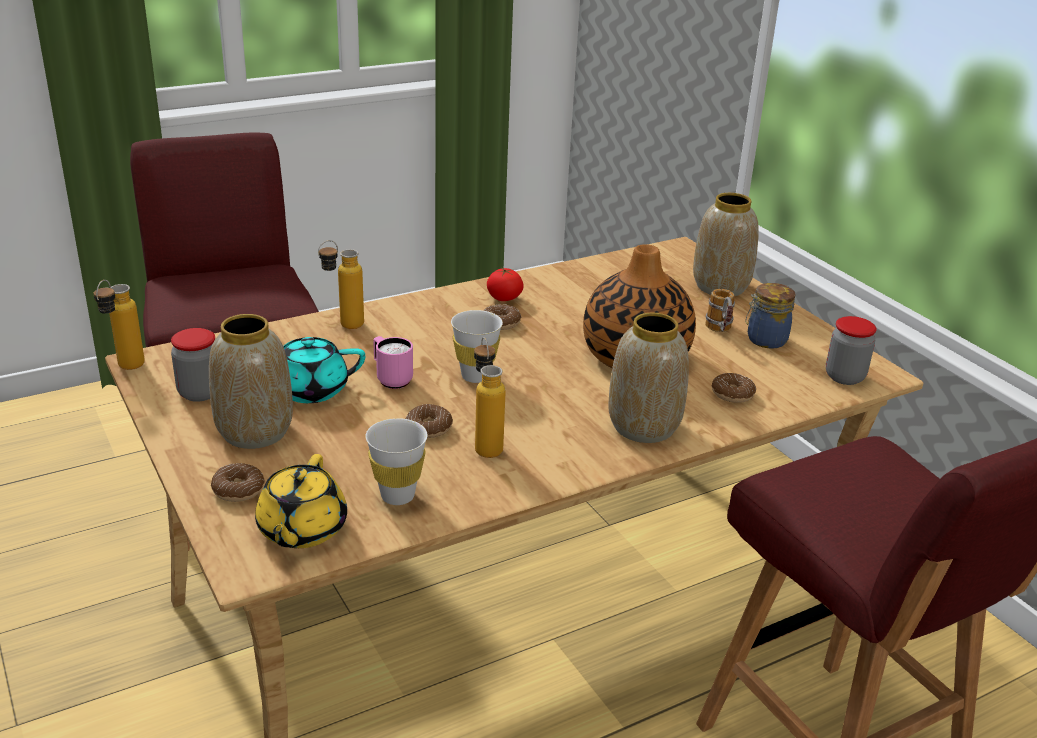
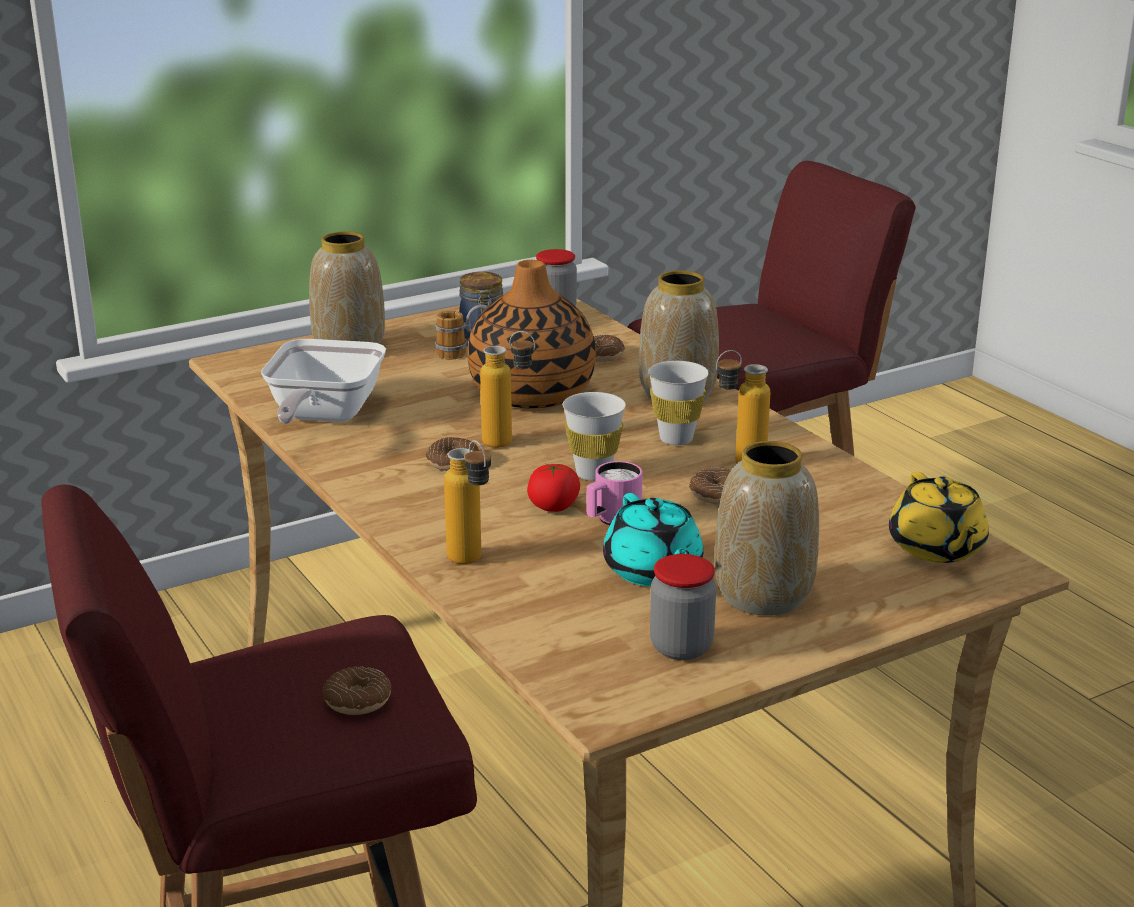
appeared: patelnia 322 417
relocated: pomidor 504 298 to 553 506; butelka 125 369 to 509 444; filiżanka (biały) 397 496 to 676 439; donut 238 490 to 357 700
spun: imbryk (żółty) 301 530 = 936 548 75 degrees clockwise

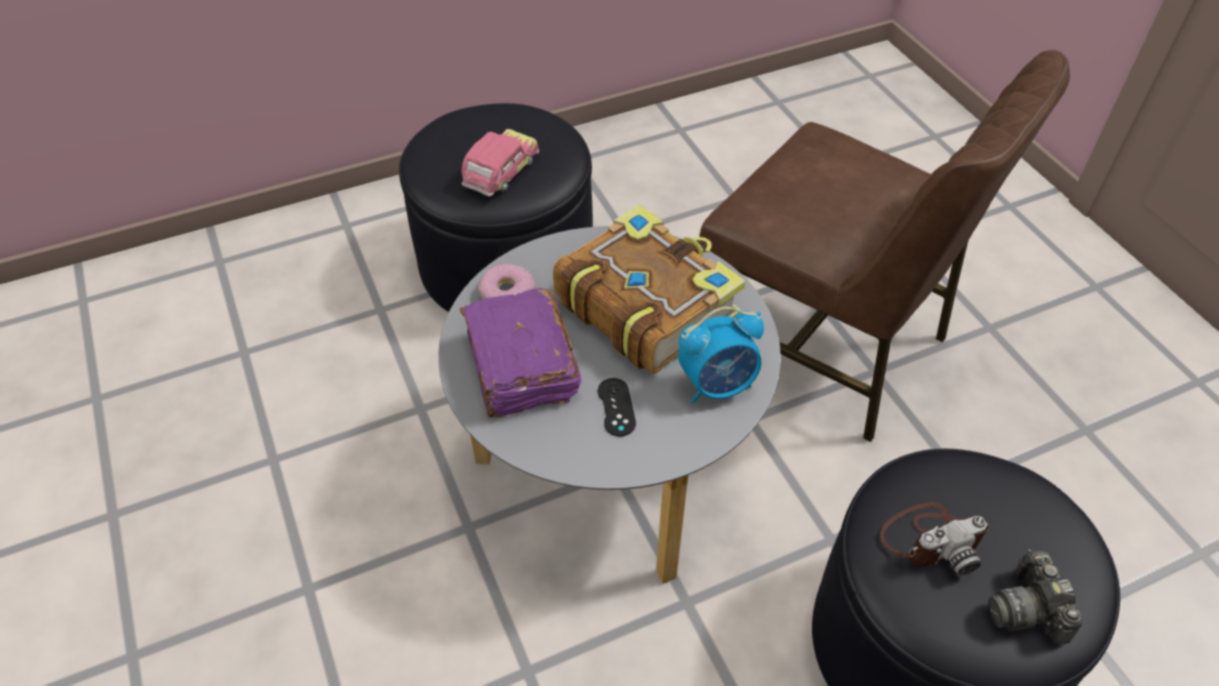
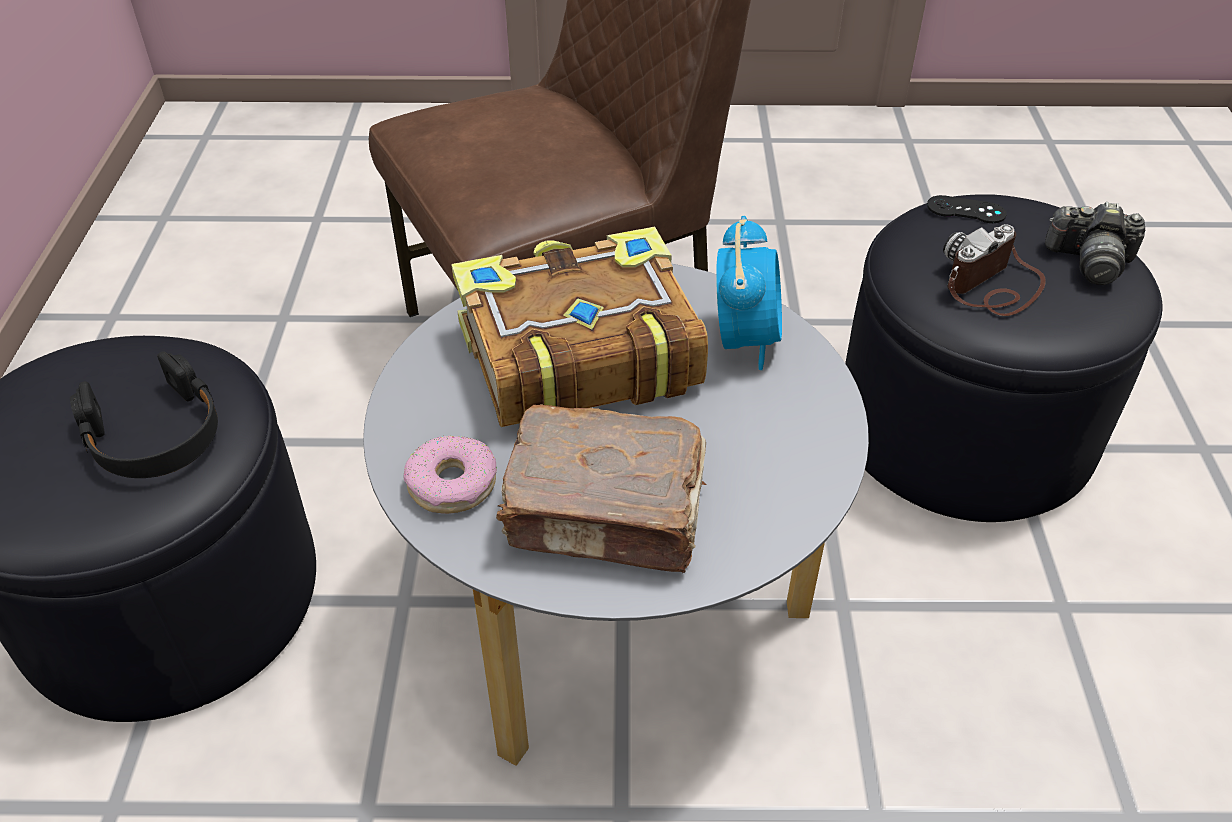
relocated: pad do gier (czarny) 616 407 to 966 210
exchanged: samochodzik 501 173 to słuchawki (czarny) 155 434
colour: książka (fioletowy) 521 368 to książka (brązowy) 608 513
spun: aparat fotograficzny 931 539 = 992 286 135 degrees counterclockwise

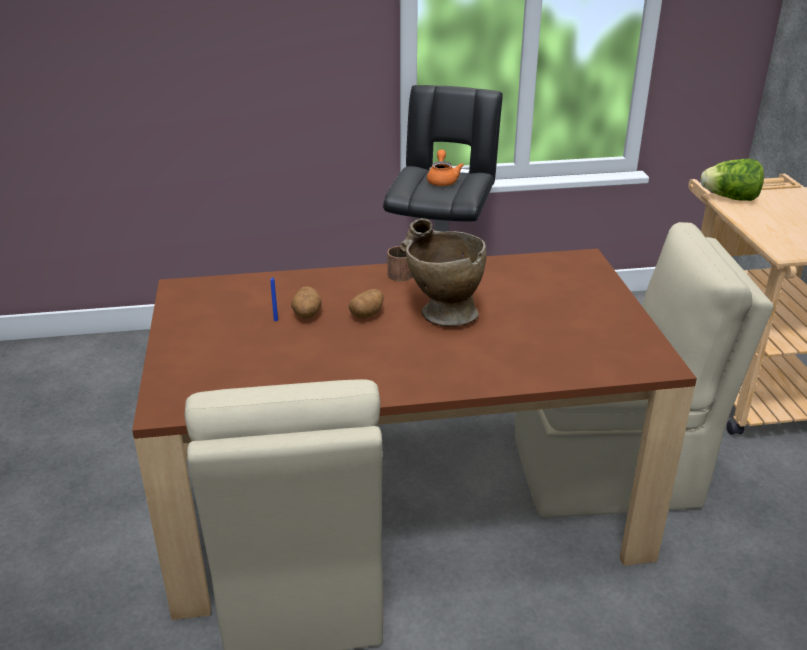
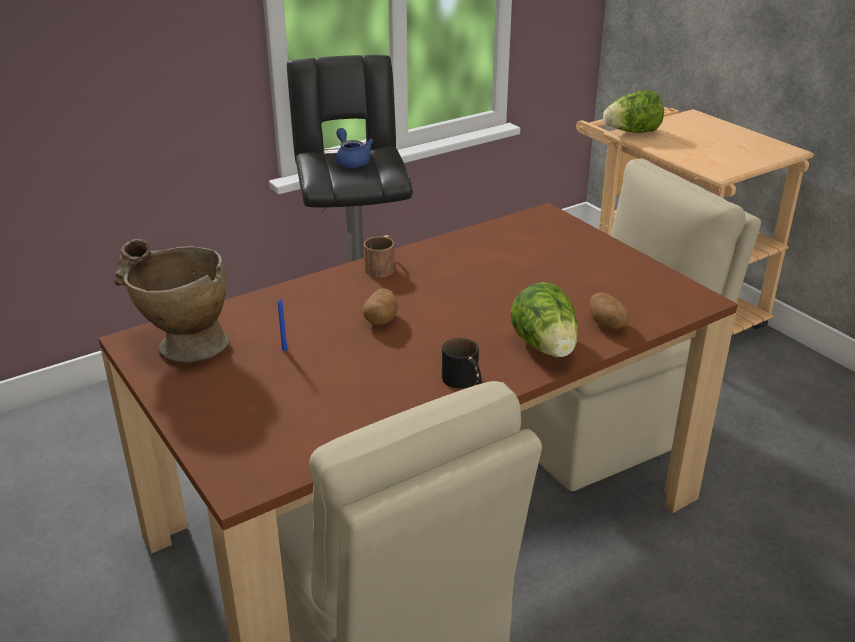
appeared: sałata 546 347; kubek (czarny) 464 382
relocated: wazon (beżowy) 440 312 to 181 347; ziemniak 306 315 to 607 325
colour: imbryk (pomarańczowy) 442 180 to imbryk (niebieski) 351 161

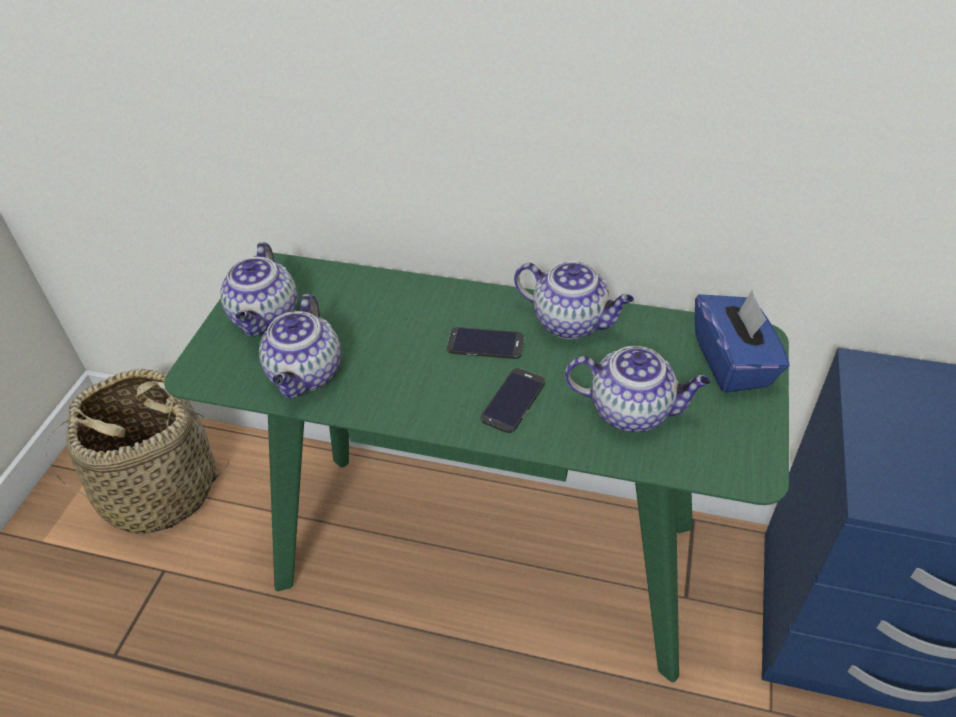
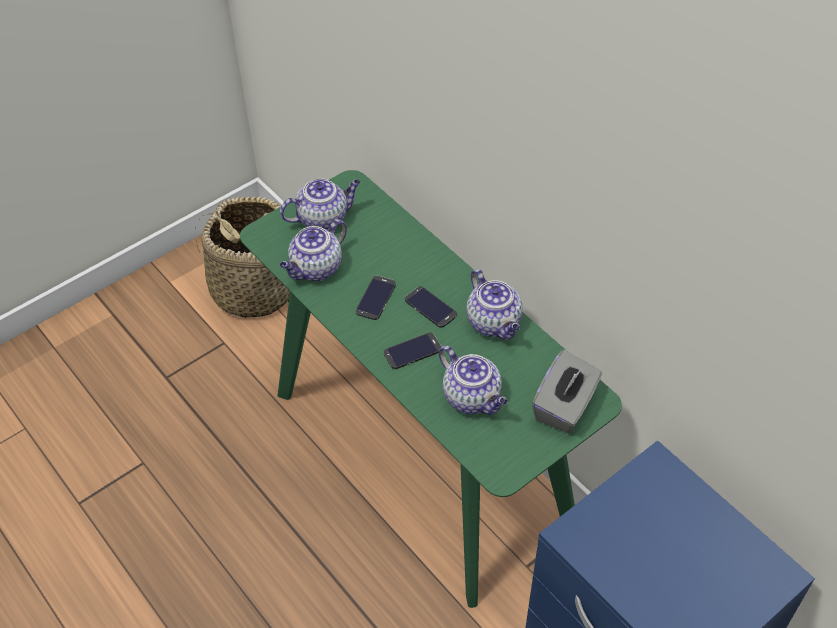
appeared: telefon 376 298
colour: pudełko chusteczek (niebieski) 733 362 to pudełko chusteczek (szary) 565 406
spun: imbryk 266 318 = 323 218 150 degrees counterclockwise

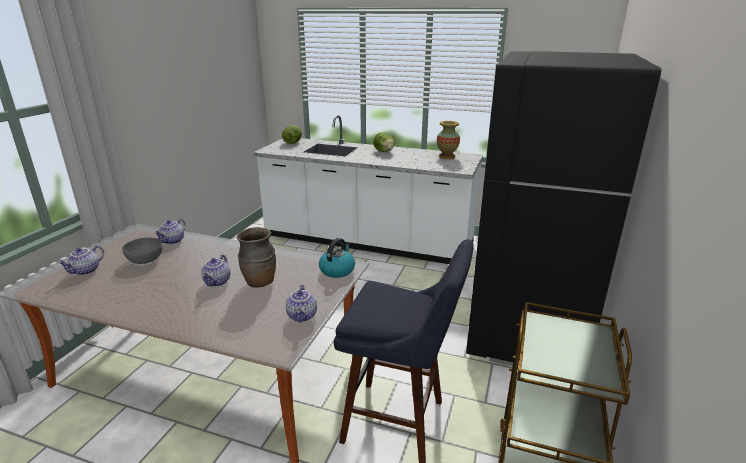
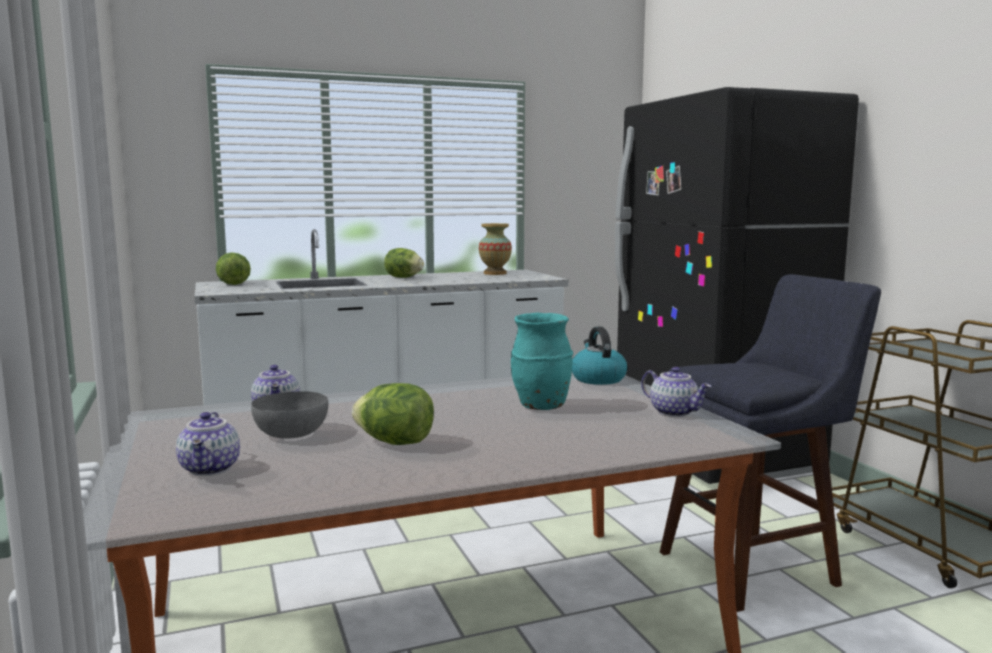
missing: imbryk 218 282
appeared: sałata 395 442
colour: wazon (brązowy) 259 282 to wazon (turkusowy) 541 407

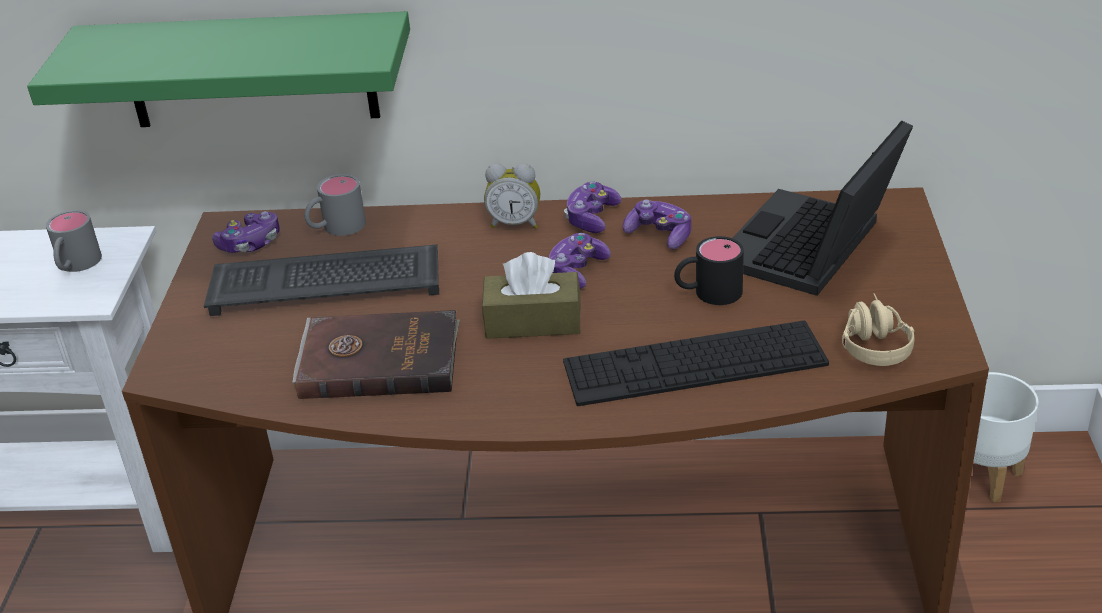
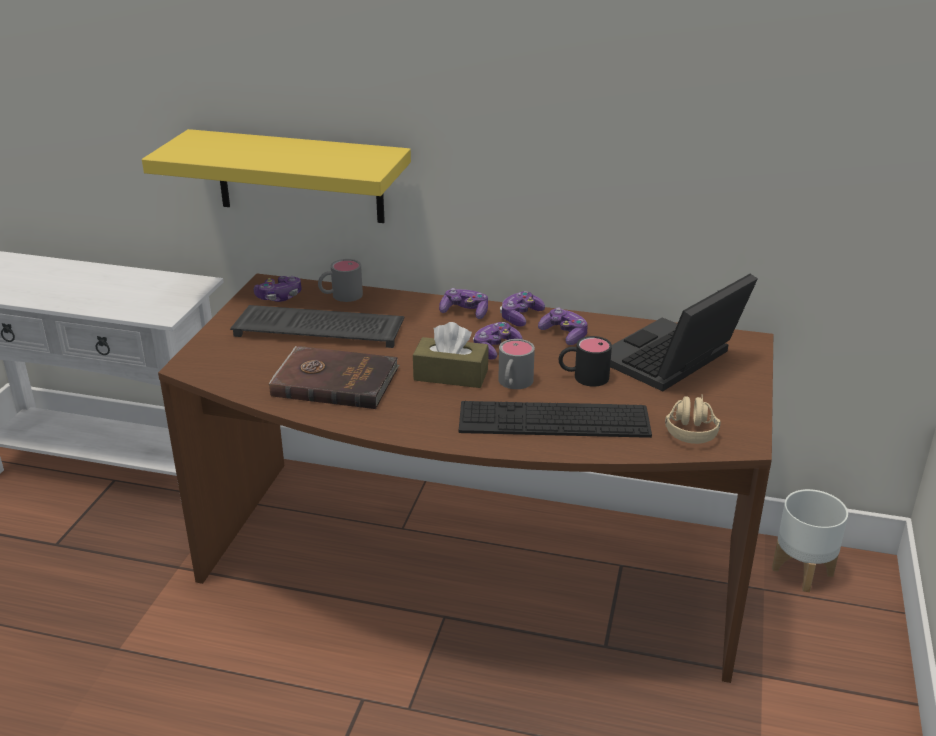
relocated: kubek (szary) 76 265 to 513 384
exchanged: budzik 515 223 to pad do gier 465 312
colour: półka (zielony) 249 70 to półka (żółty) 299 176

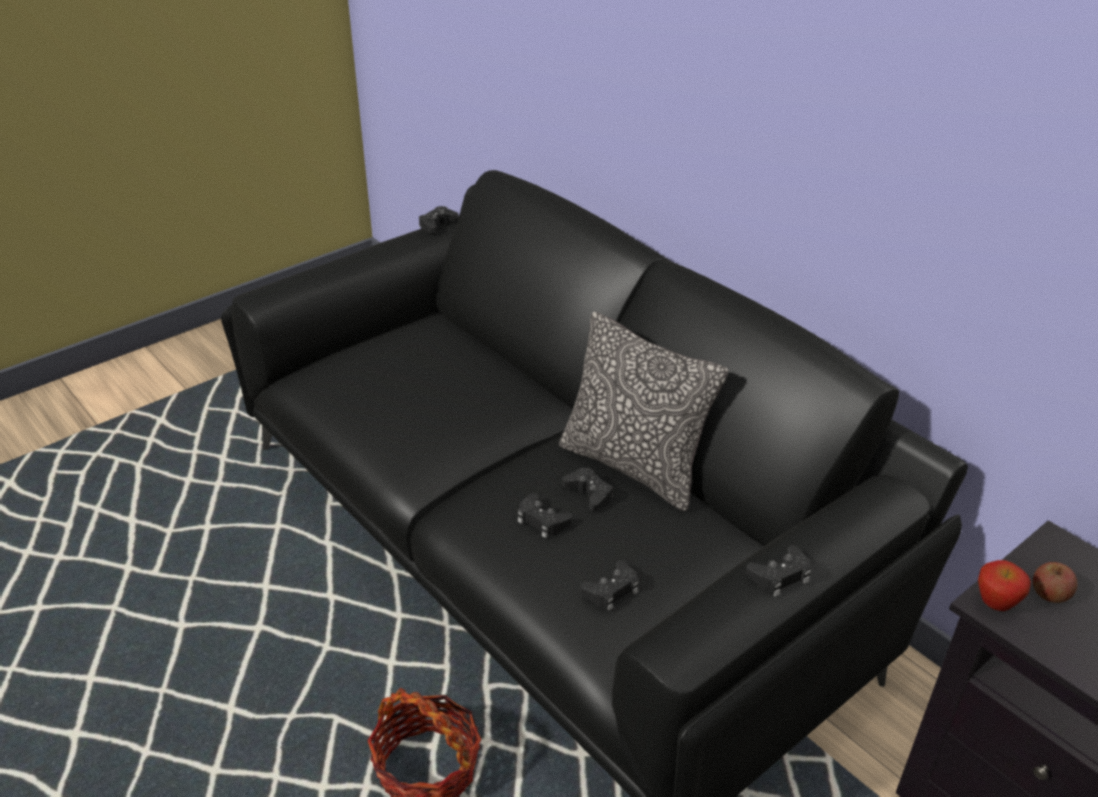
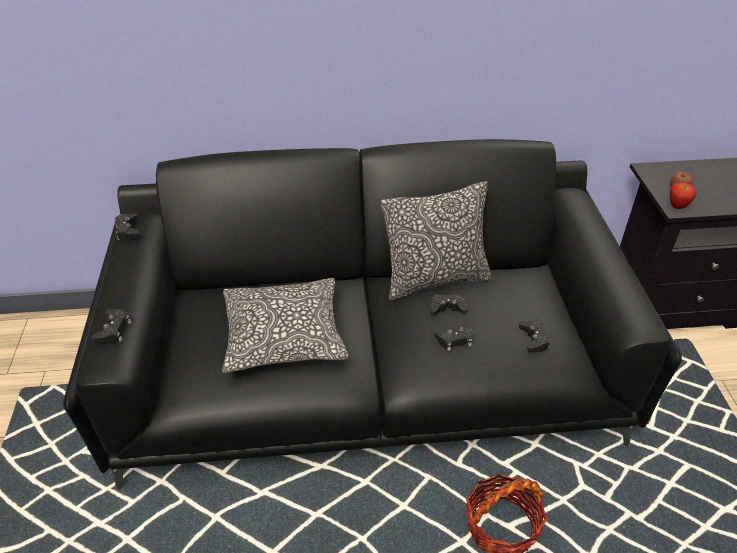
appeared: poduszka 284 335
relocated: pad do gier (czarny) 779 576 to 113 330

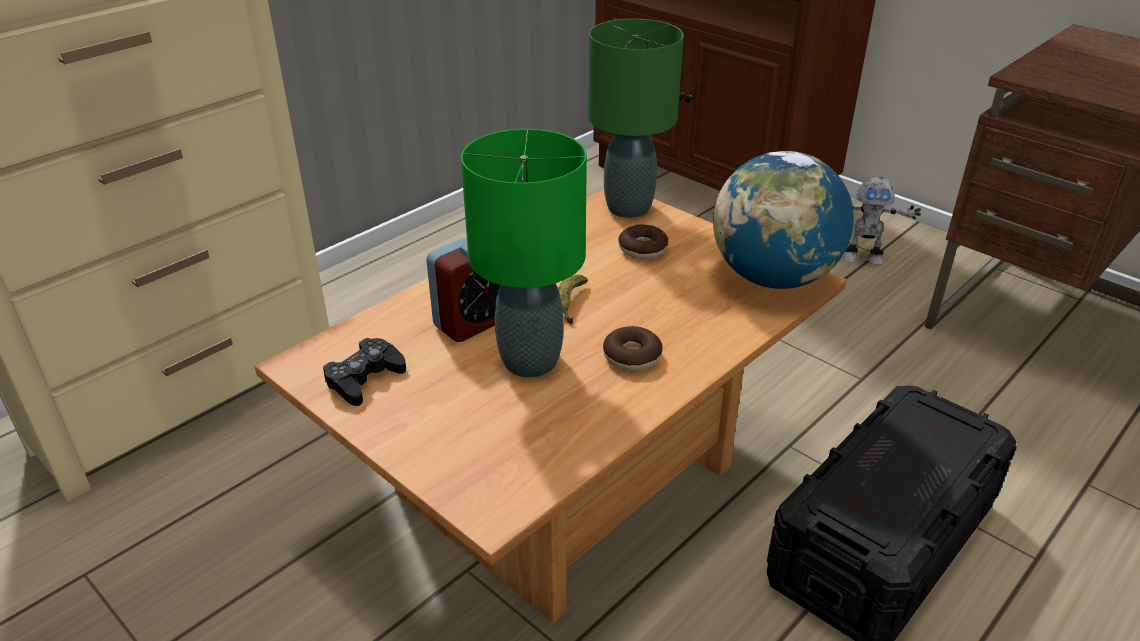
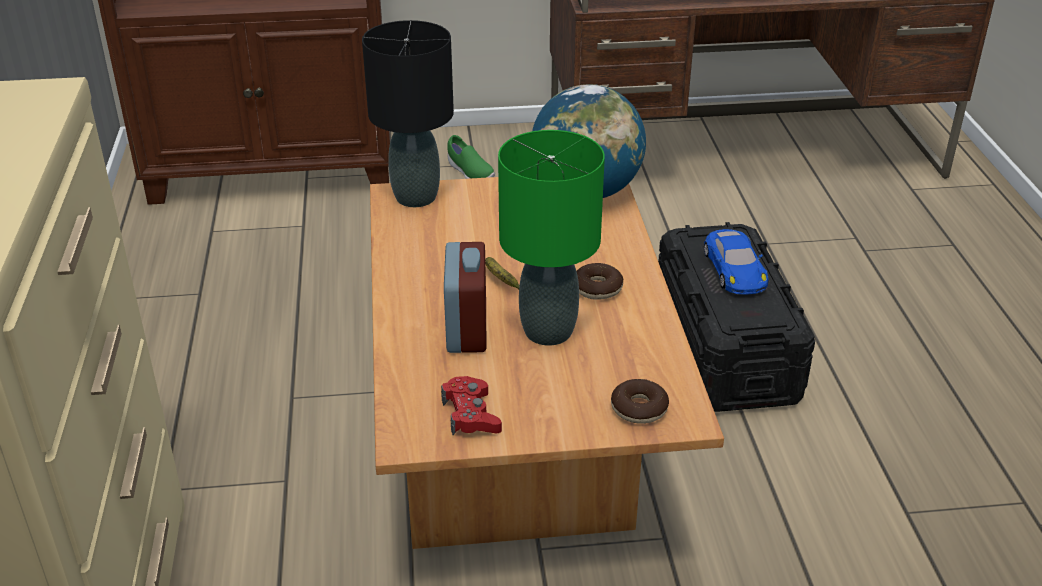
appeared: samochodzik (niebieski) 734 269
relocated: donut 642 249 to 639 409
exchanged: robot zabawkowy 862 257 to but (zielony) 469 173
colour: lampa stołowa (zielony) 628 207 to lampa stołowa (czarny) 415 197; pad do gier (czarny) 364 379 to pad do gier (czerwony) 471 414

